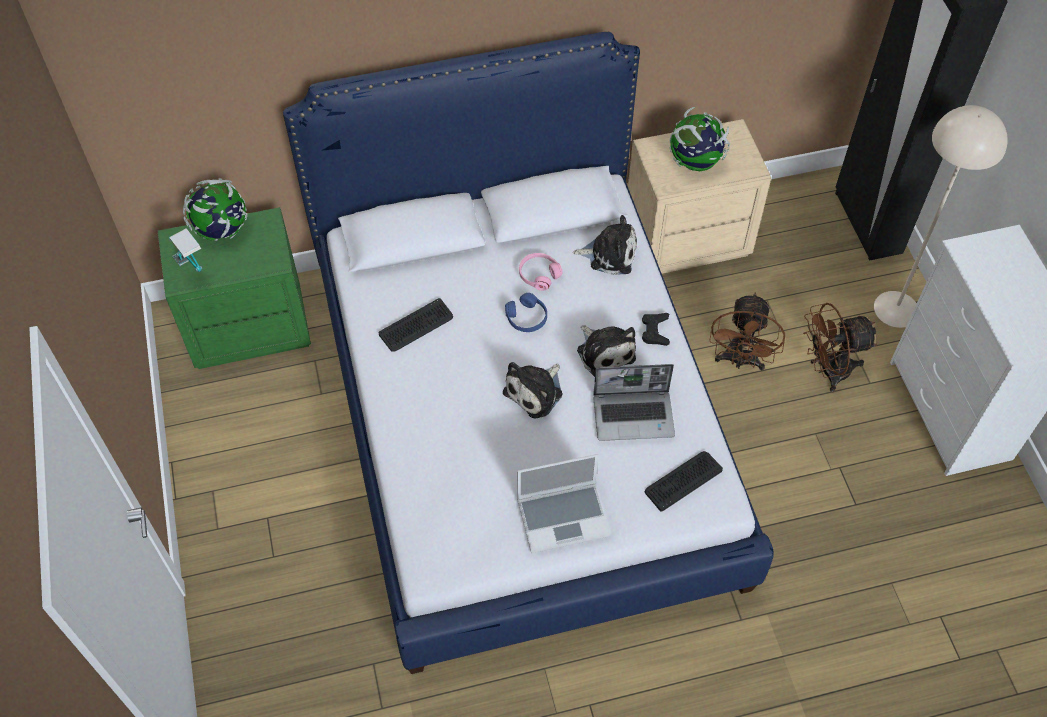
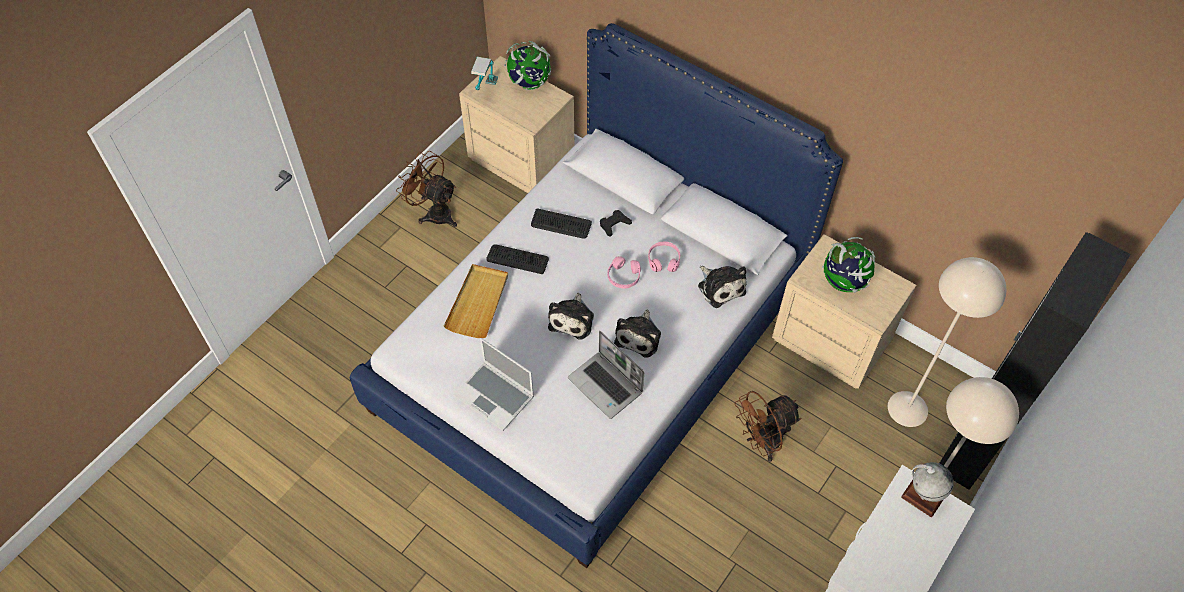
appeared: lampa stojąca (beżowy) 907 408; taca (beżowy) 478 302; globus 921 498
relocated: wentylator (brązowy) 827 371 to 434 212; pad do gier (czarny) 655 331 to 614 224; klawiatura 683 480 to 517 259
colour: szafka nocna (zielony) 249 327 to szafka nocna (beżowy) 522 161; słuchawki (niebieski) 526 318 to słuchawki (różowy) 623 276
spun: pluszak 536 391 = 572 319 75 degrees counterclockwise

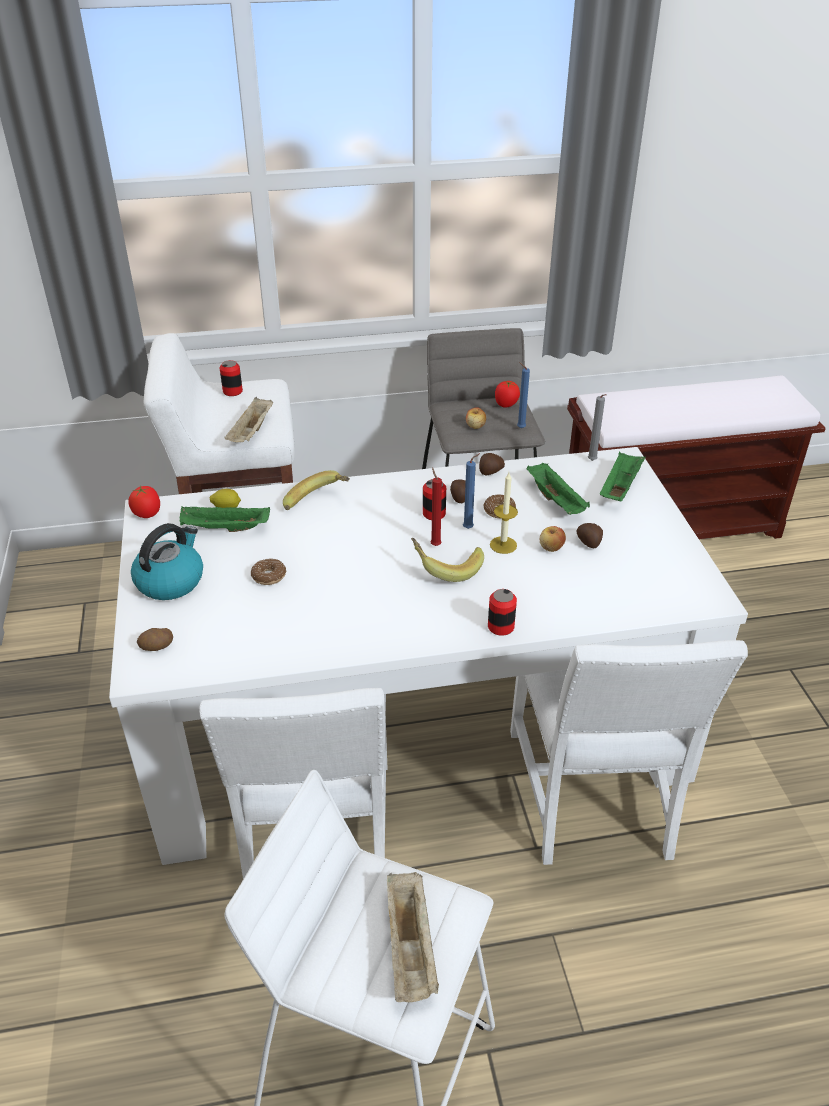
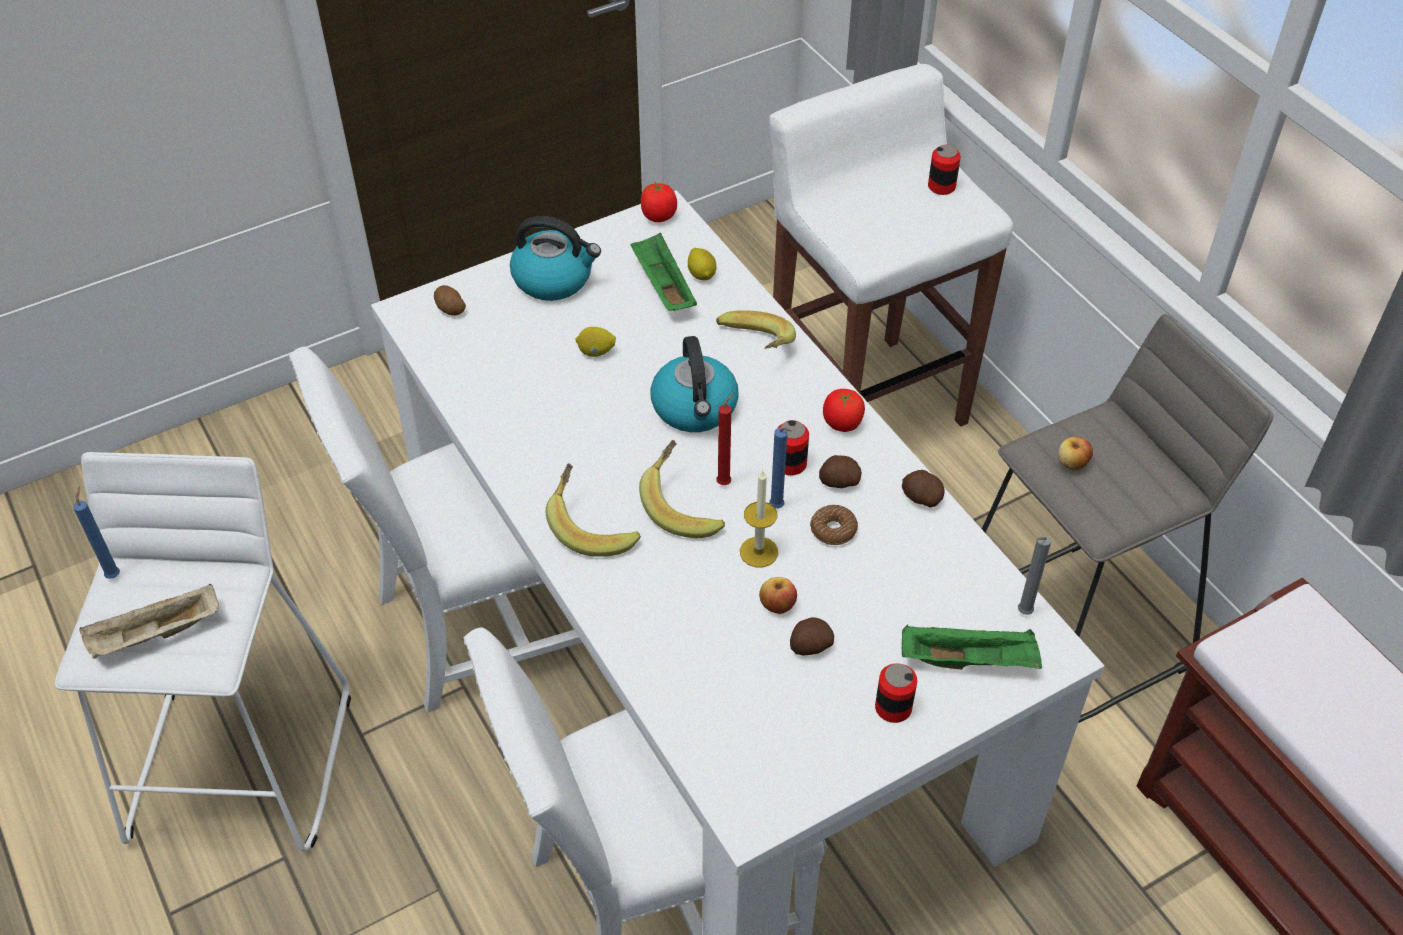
missing: taca (beżowy) 252 433; taca (zielony) 556 501
appeared: czajnik 695 408; banan 593 526
relocated: świeca (niebieski) 519 428 to 114 574; pomidor 506 404 to 842 424; puszka 500 627 to 893 707
exchanged: donut 269 576 to cytryna 596 352

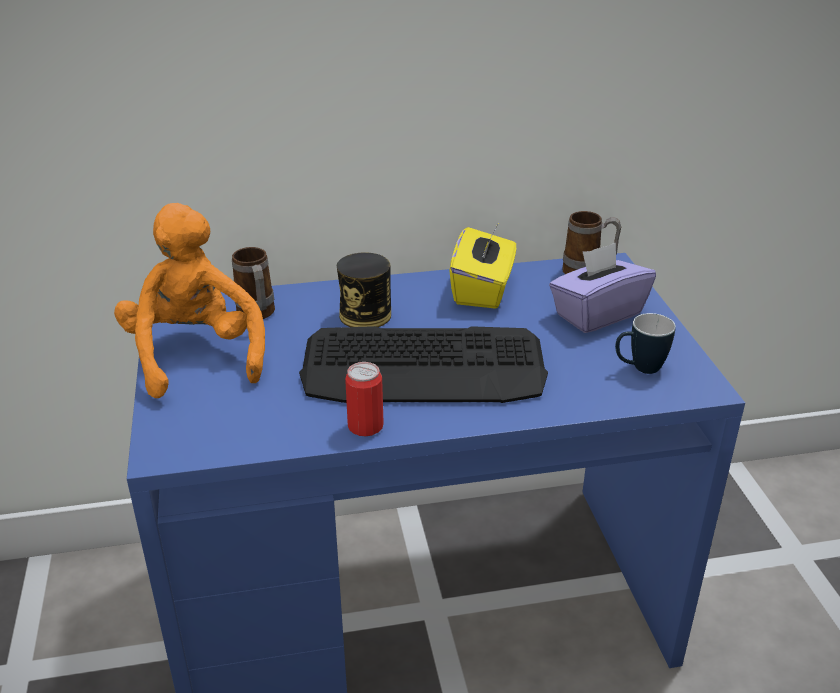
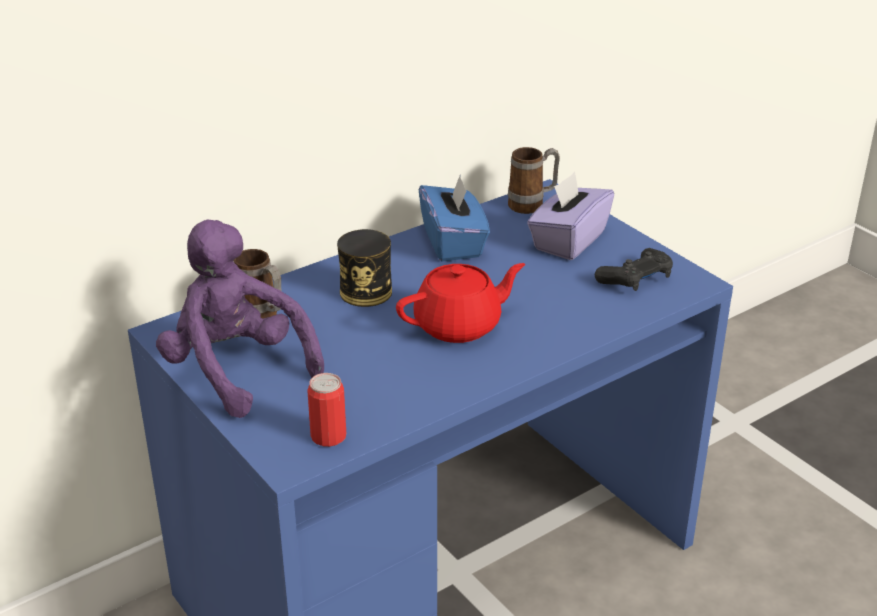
relocated: puszka 365 426 to 328 436
exchanged: kubek 639 368 to pad do gier (czarny) 635 279; klawiatura 424 368 to imbryk (czerwony) 459 325
colour: pluszak (pomarańczowy) 195 355 to pluszak (fioletowy) 236 370; pudełko chusteczek (żółty) 483 290 to pudełko chusteczek (niebieski) 453 243

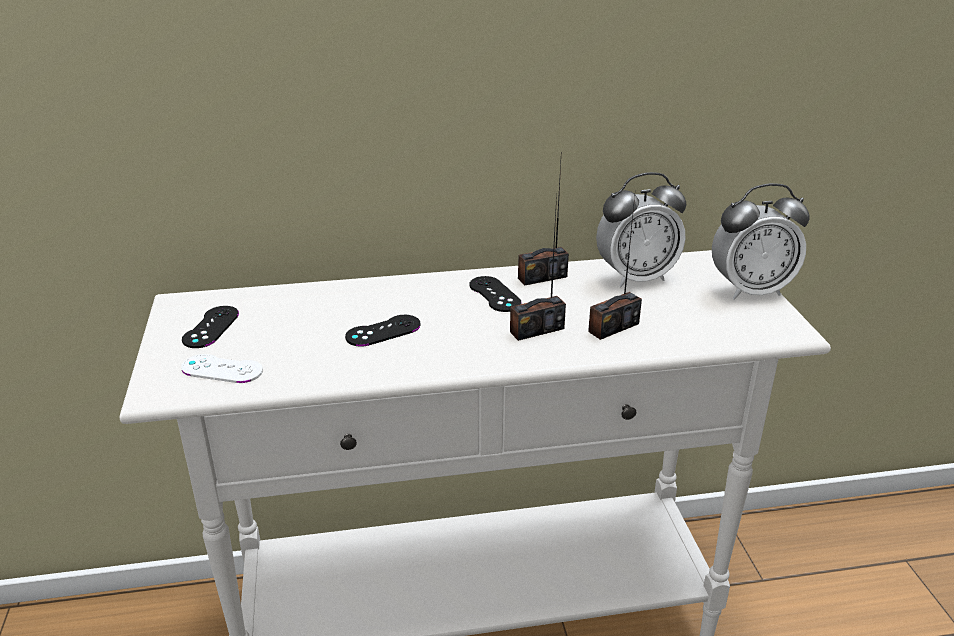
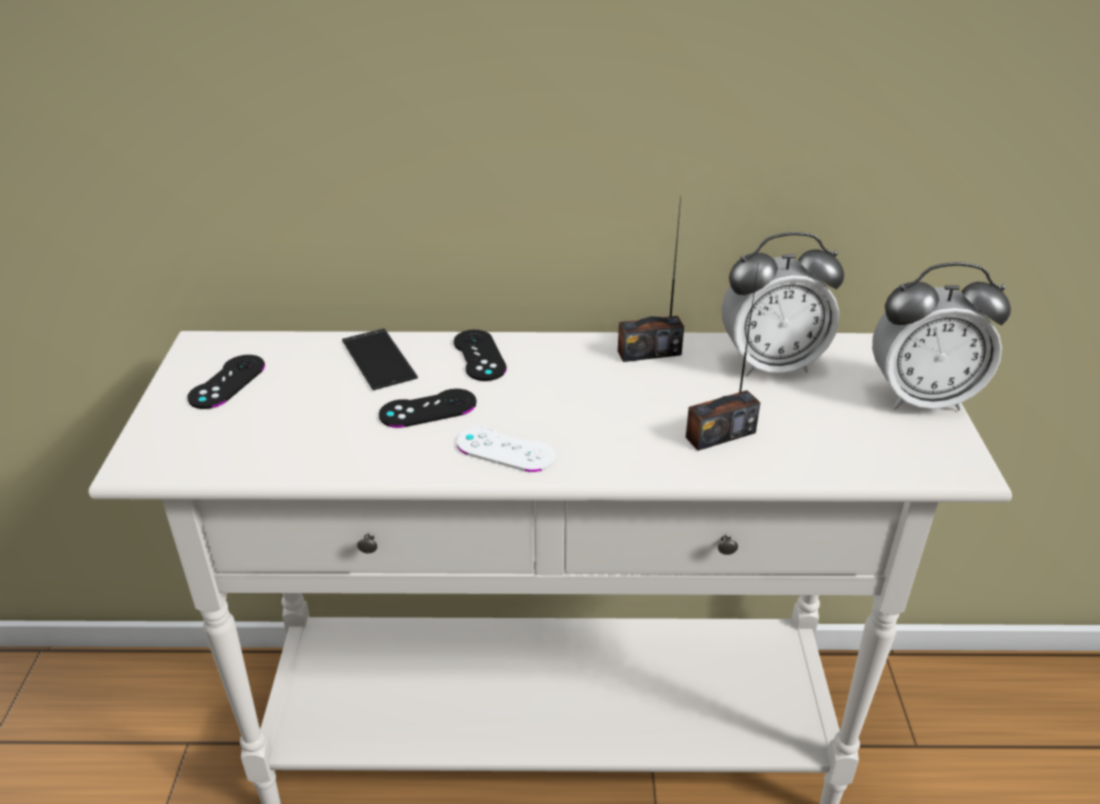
missing: radio 536 330
appeared: telefon 379 359
relocated: pad do gier (czarny) 494 294 to 479 355; pad do gier (biały) 222 369 to 505 450

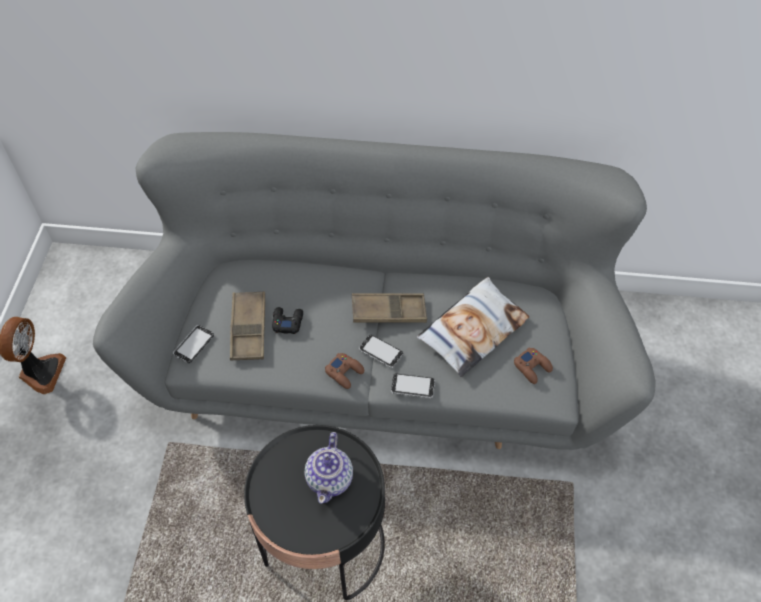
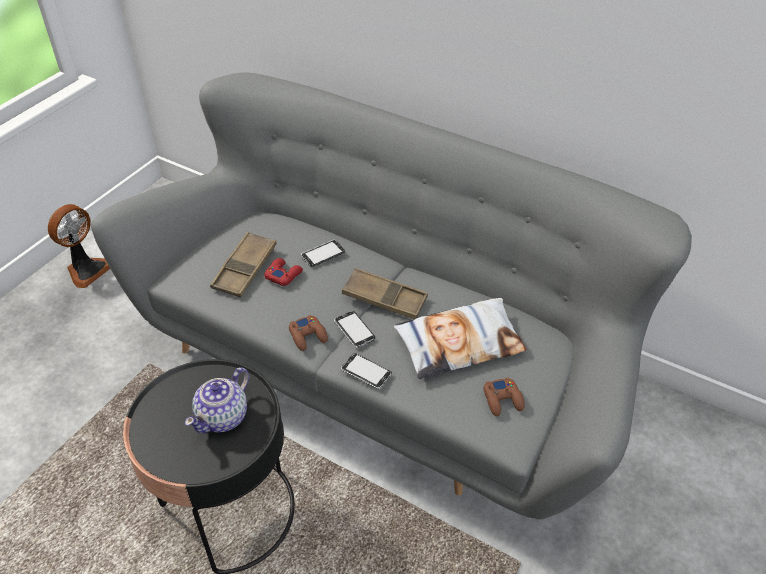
relocated: telefon 193 344 to 323 254
colour: pad do gier (czarny) 287 322 to pad do gier (czerwony) 283 275

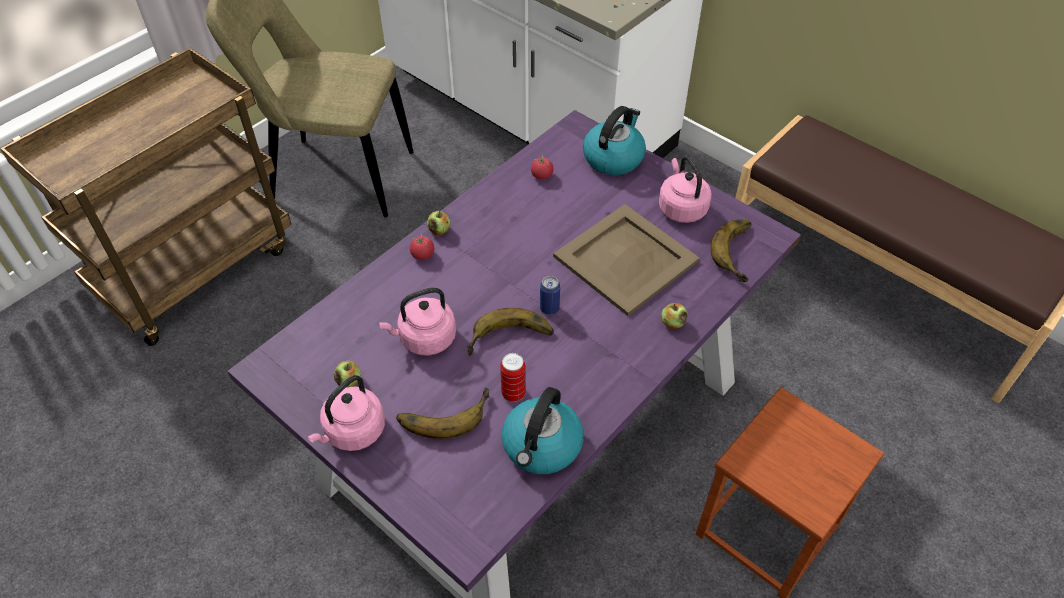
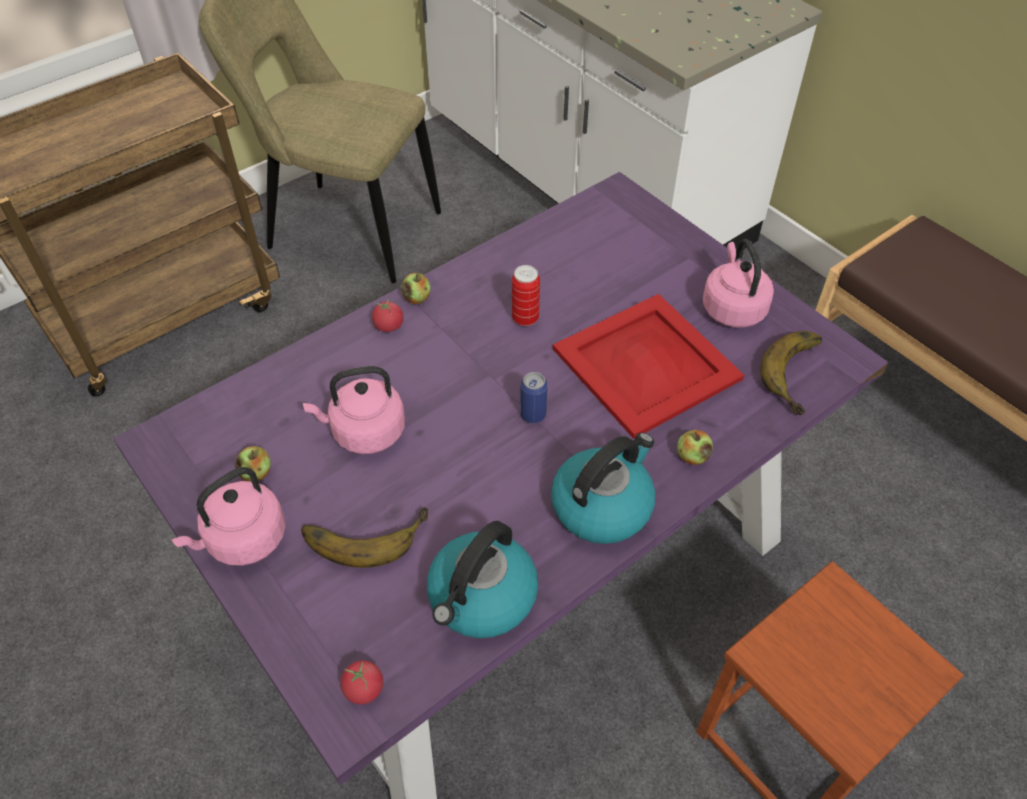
missing: banan 511 341
relocated: czajnik 613 157 to 602 505; pomidor 542 175 to 364 689; puszka 513 393 to 525 318
colour: taca (beżowy) 625 258 to taca (czerwony) 646 363

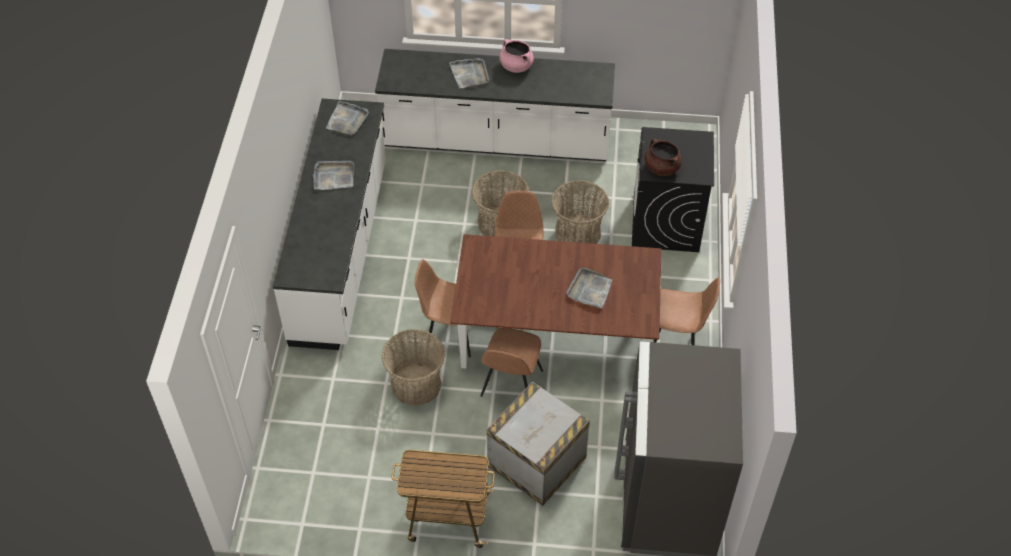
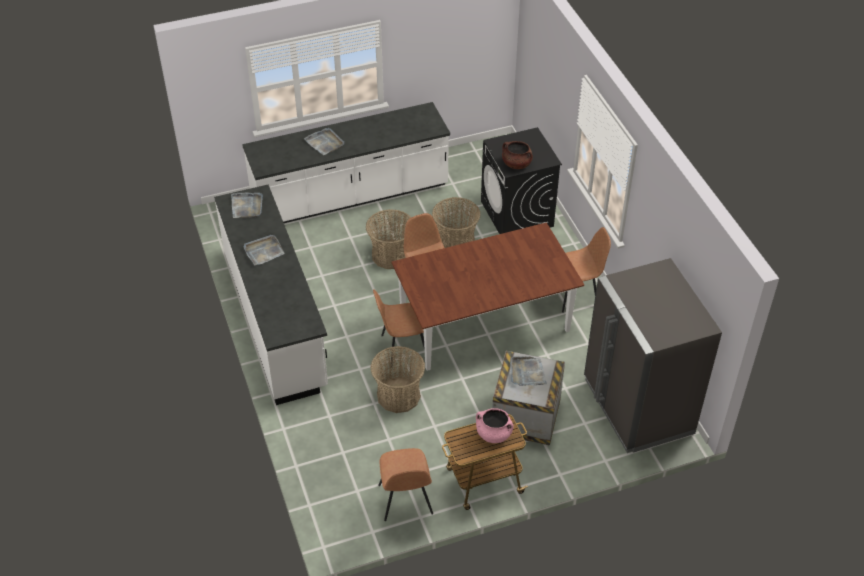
relocated: garnek (różowy) 516 66 to 493 434; taca (szary) 589 290 to 527 373; krzesło (brązowy) 511 385 to 405 501

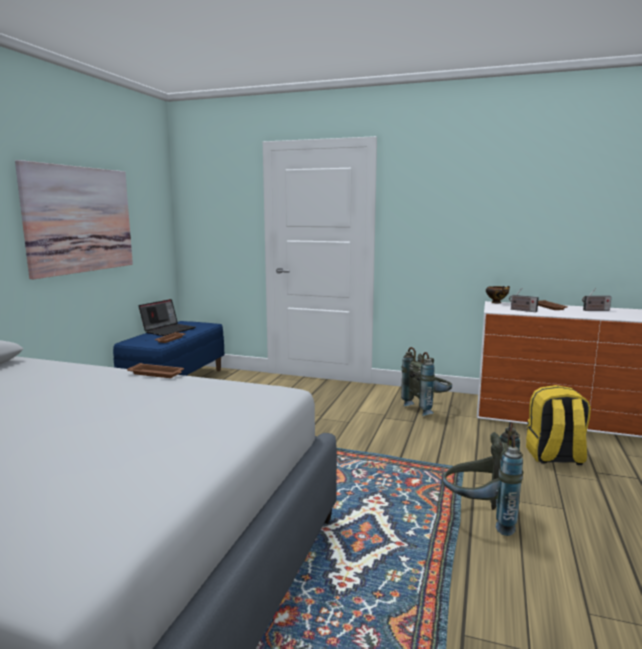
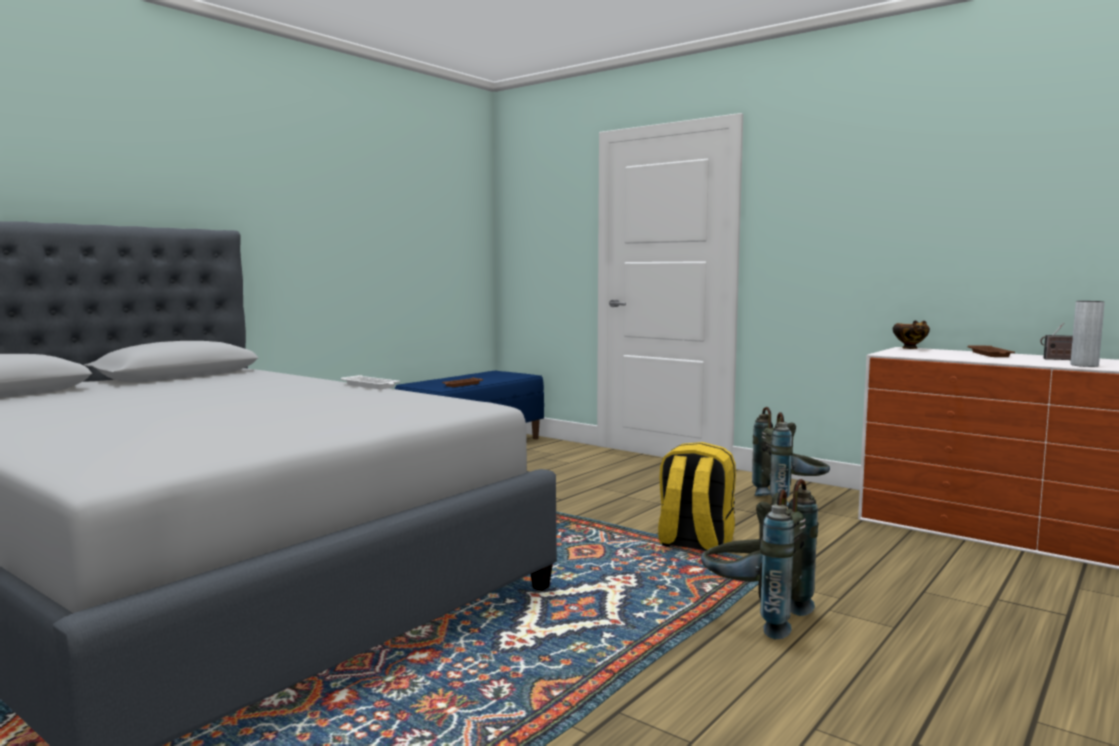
missing: obraz 80 219; radio 522 310; laptop 169 330
appeared: wazon (szary) 1084 365
relocated: plecak (żółty) 554 457 to 694 544
colour: taca (brązowy) 157 374 to taca (biały) 371 386

